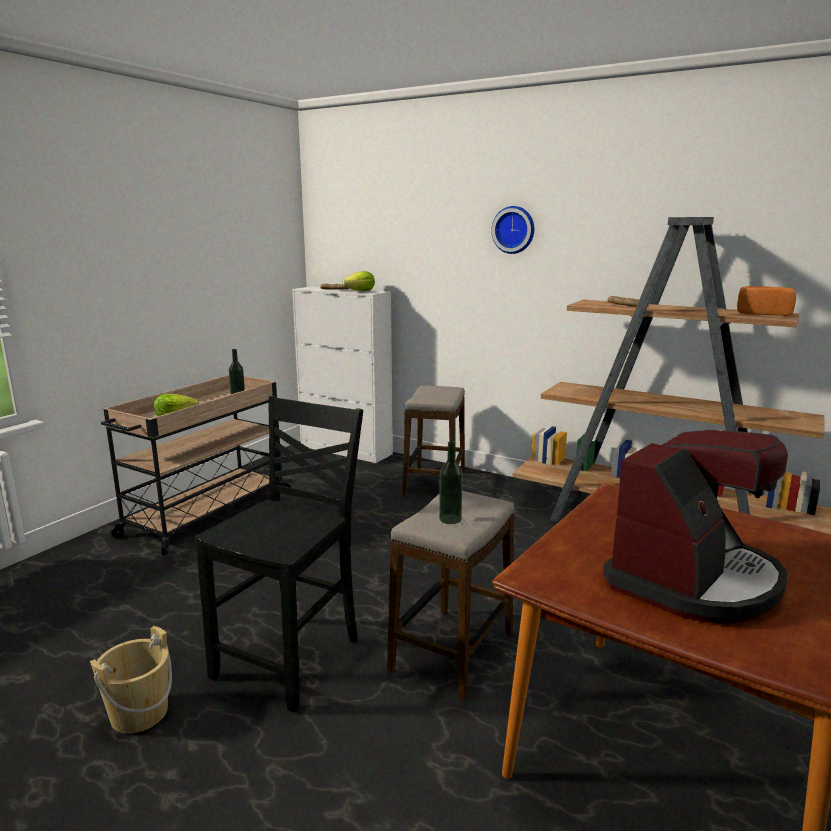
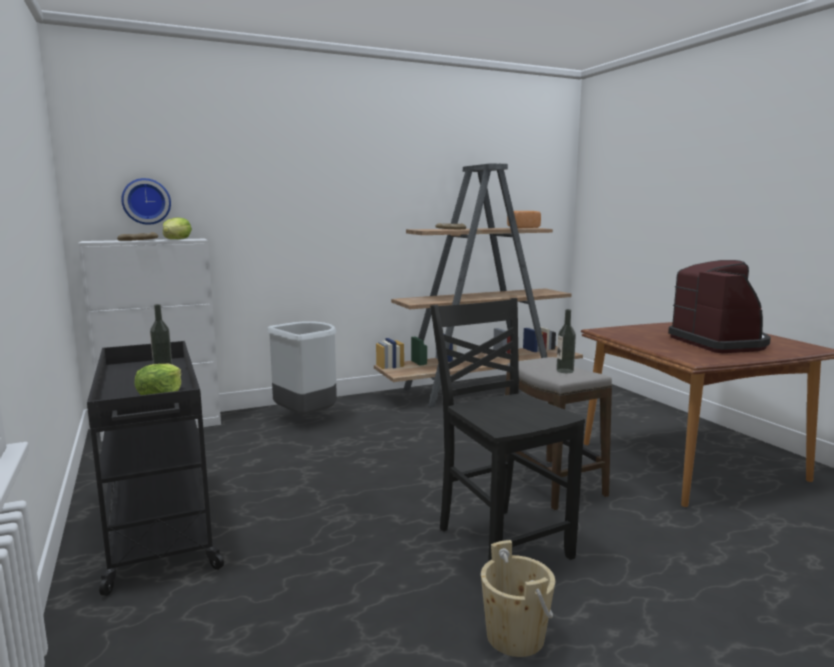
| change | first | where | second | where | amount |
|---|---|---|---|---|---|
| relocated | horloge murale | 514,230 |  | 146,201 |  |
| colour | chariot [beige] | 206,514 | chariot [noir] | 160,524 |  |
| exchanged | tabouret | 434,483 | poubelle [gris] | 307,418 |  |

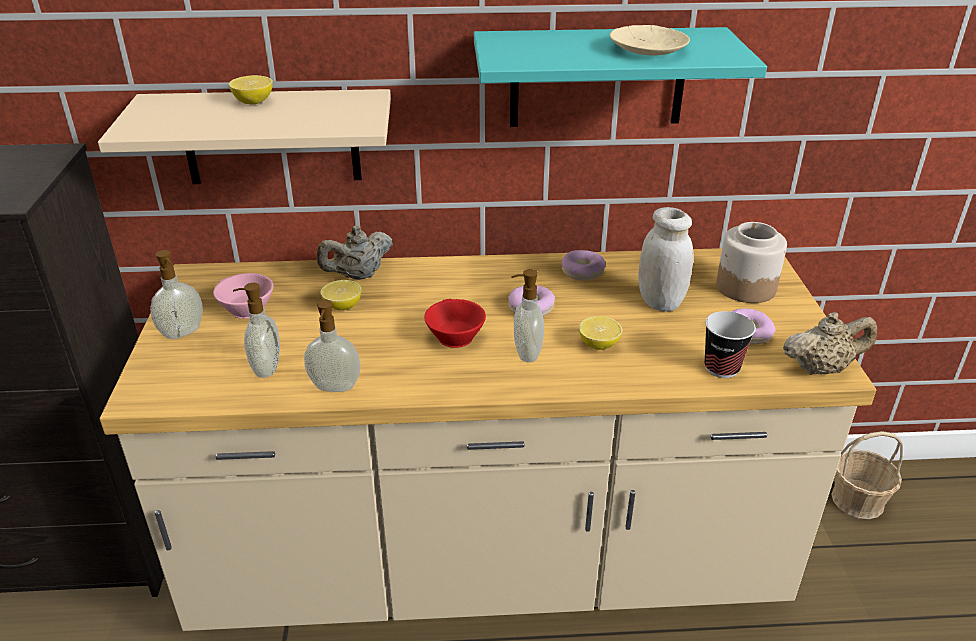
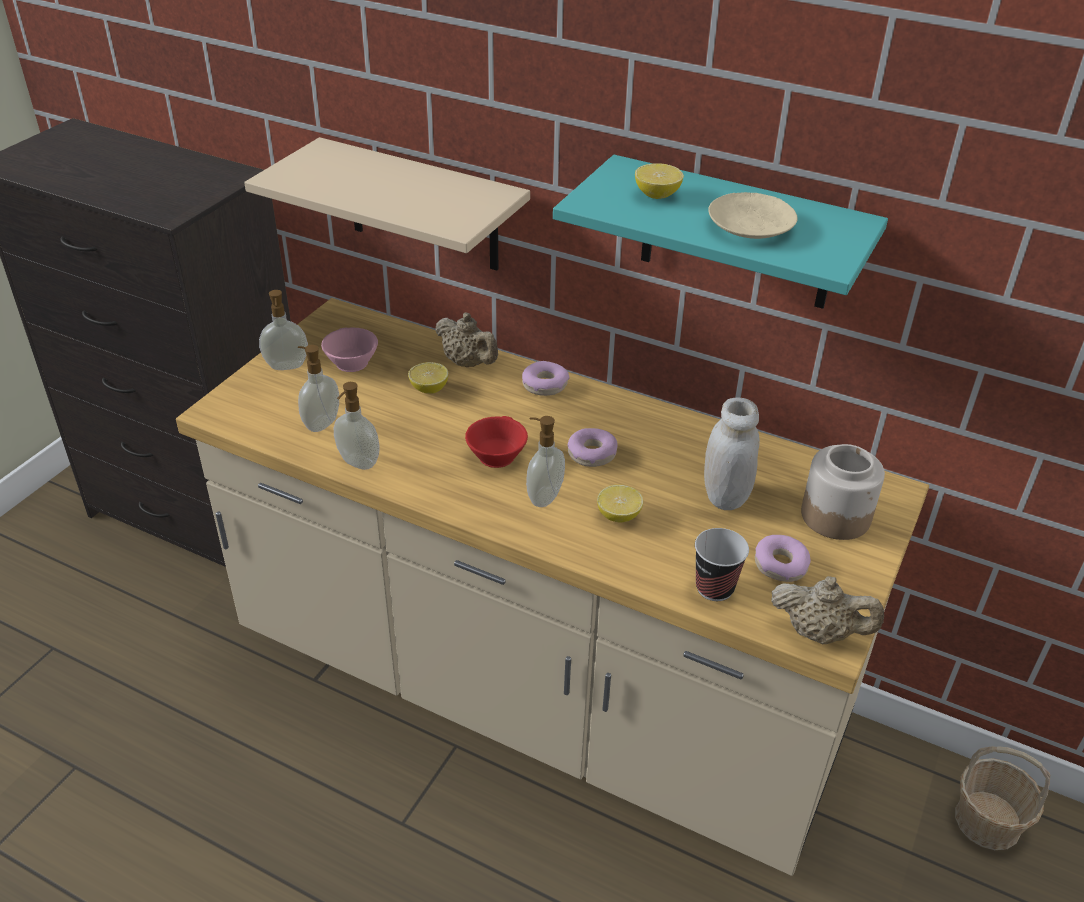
| change | first | where | second | where | amount |
|---|---|---|---|---|---|
| relocated | citron | 253,102 |  | 657,195 |  |
| spun | théière [beige] | 358,276 |  | 468,363 | 135 degrees counterclockwise |
| relocated | beignet | 583,271 |  | 545,385 |  |

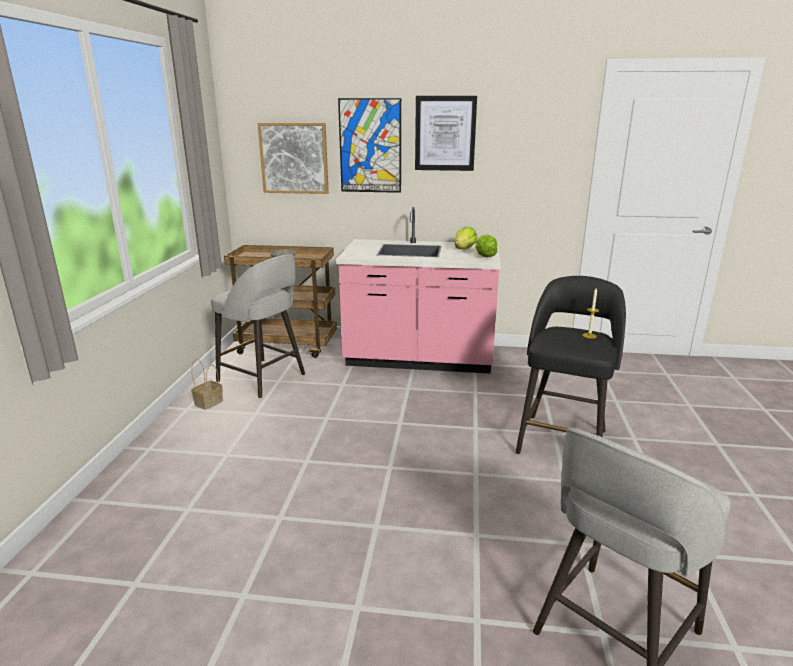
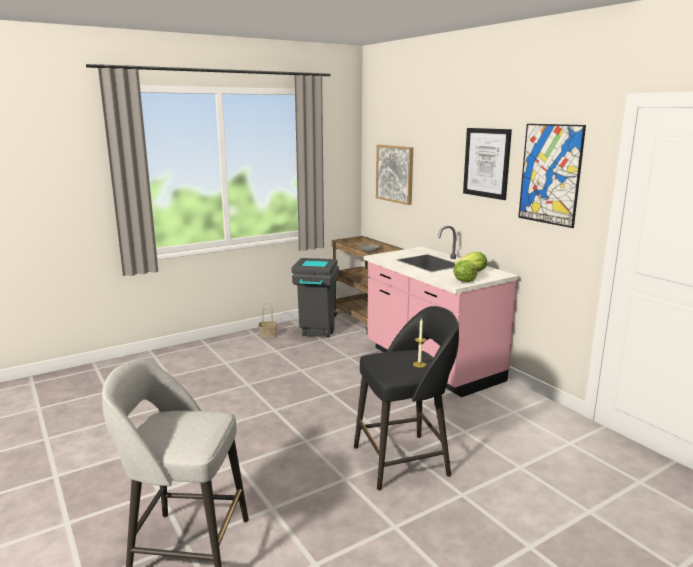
| change | first | where | second | where | amount |
|---|---|---|---|---|---|
| relocated | tableau | 370,146 |  | 550,174 |  |
| exchanged | tabouret [gris] | 263,378 | poubelle [gris] | 316,335 |  |

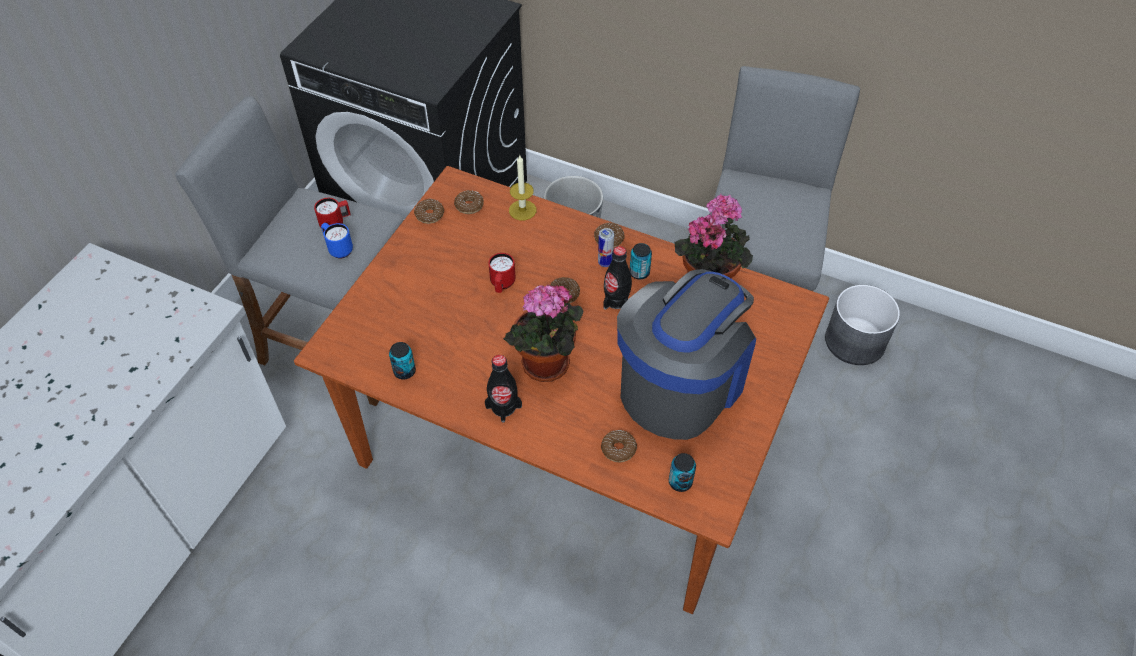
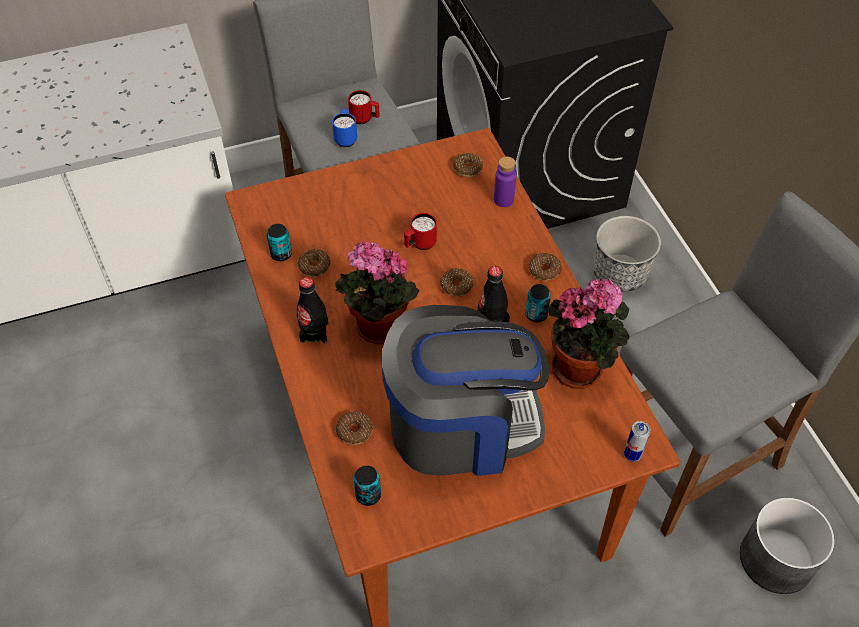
| change | first | where | second | where | amount |
|---|---|---|---|---|---|
| exchanged | bougie | 522,210 | bouteille [violet] | 503,200 |  |
| relocated | beignet | 429,215 |  | 314,266 |  |
| relocated | boîte métallique | 605,262 |  | 632,455 |  |

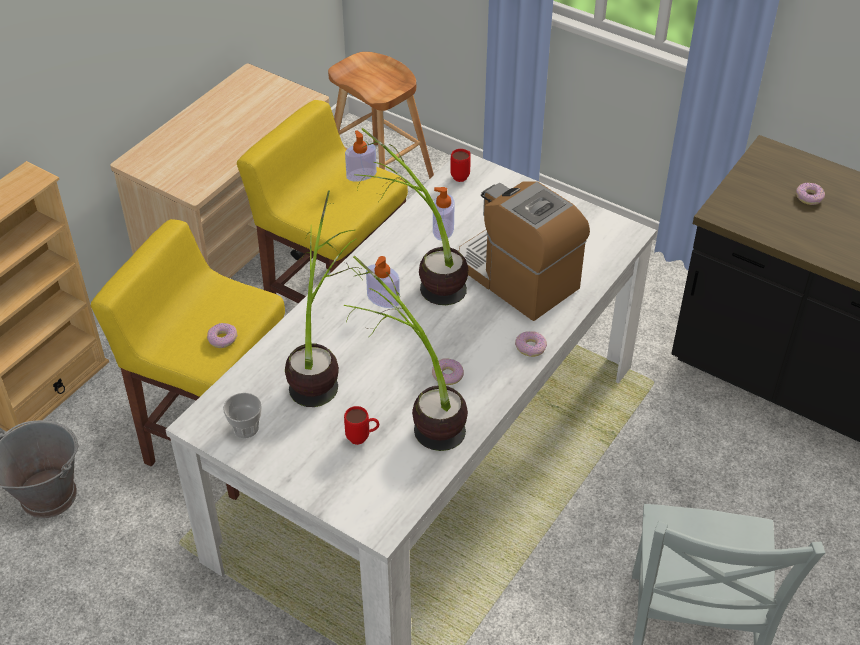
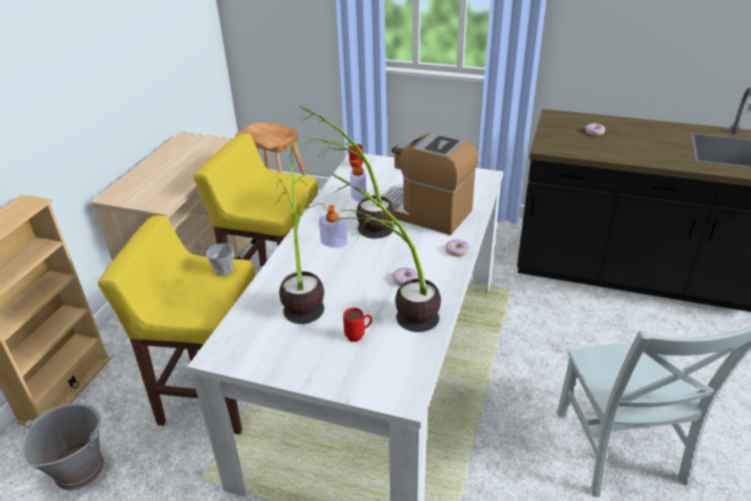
| change | first | where | second | where | amount |
|---|---|---|---|---|---|
| missing | distributeur de savon | 361,174 |  |  |  |
| missing | beignet | 222,339 |  |  |  |
| relocated | tasse | 245,428 |  | 223,270 |  |

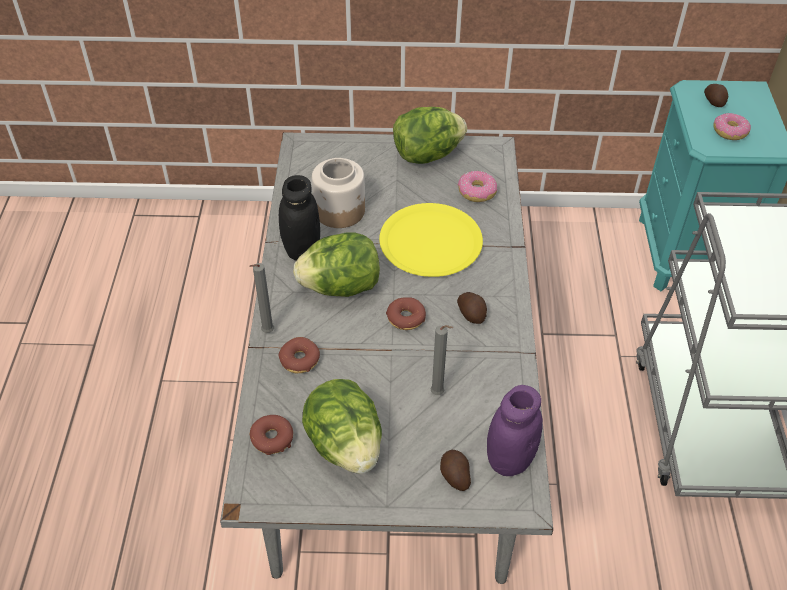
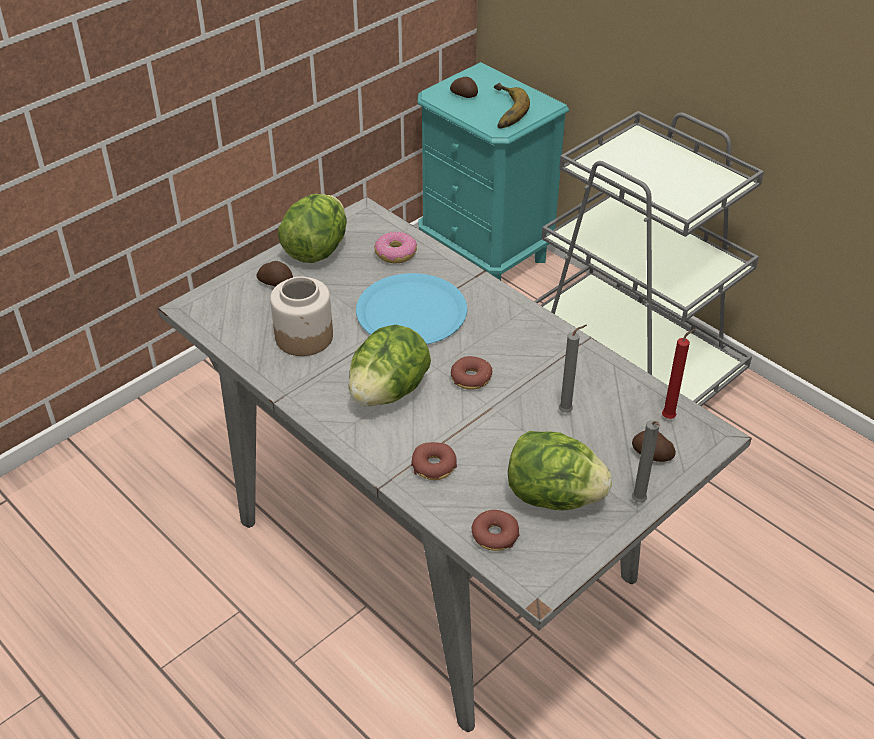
| change | first | where | second | where | amount |
|---|---|---|---|---|---|
| exchanged | beignet | 730,132 | banane | 502,110 |  |
| missing | bocal [noir] | 302,250 |  |  |  |
| colour | assiette [jaune] | 430,241 | assiette [bleu] | 411,312 |  |
| relocated | bougie [gris] | 266,332 |  | 639,503 |  |
| relocated | pomme de terre | 471,313 |  | 276,282 |  |
| exchanged | bocal [violet] | 509,460 | bougie [rouge] | 670,417 |  |

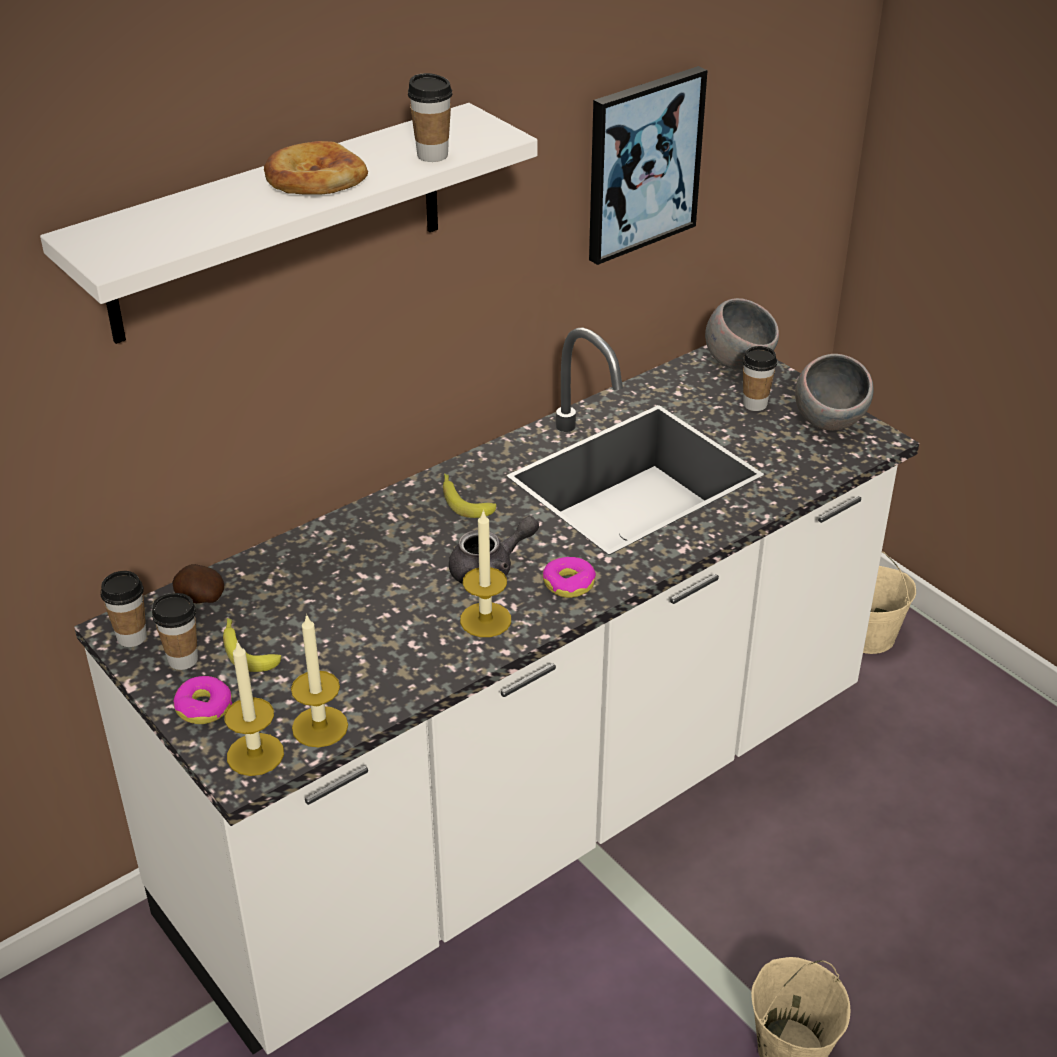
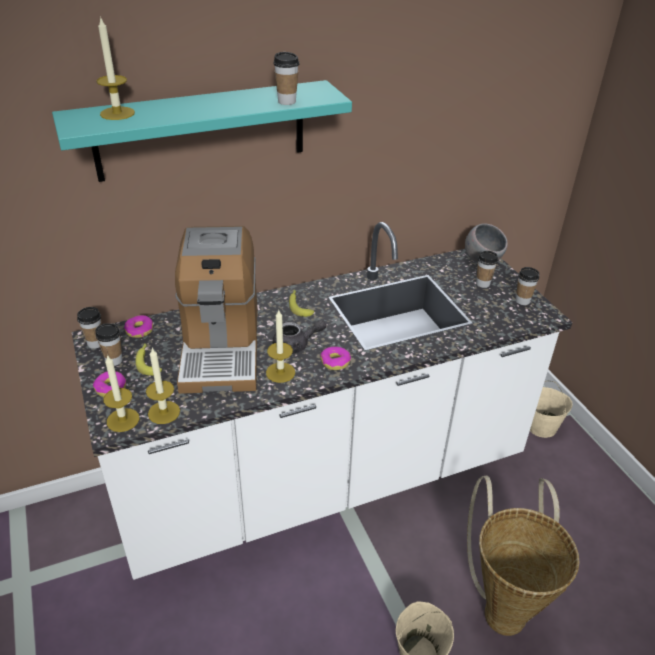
| change | first | where | second | where | amount |
|---|---|---|---|---|---|
| missing | tableau | 642,164 |  |  |  |
| colour | étagère [blanc] | 277,223 | étagère [turquoise] | 201,131 |  |
| missing | pain | 314,177 |  |  |  |
| exchanged | bol [gris] | 829,422 | tasse | 522,301 |  |
| exchanged | pomme de terre | 200,599 | beignet | 139,330 |  |
| appeared |  |  | bougie | 117,113 |  |
| appeared |  |  | machine à café | 221,347 |  |
| appeared |  |  | panier | 503,607 |  |

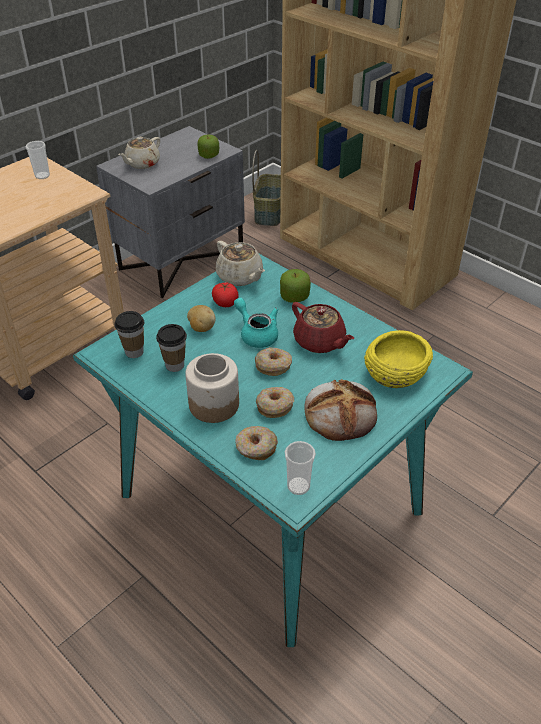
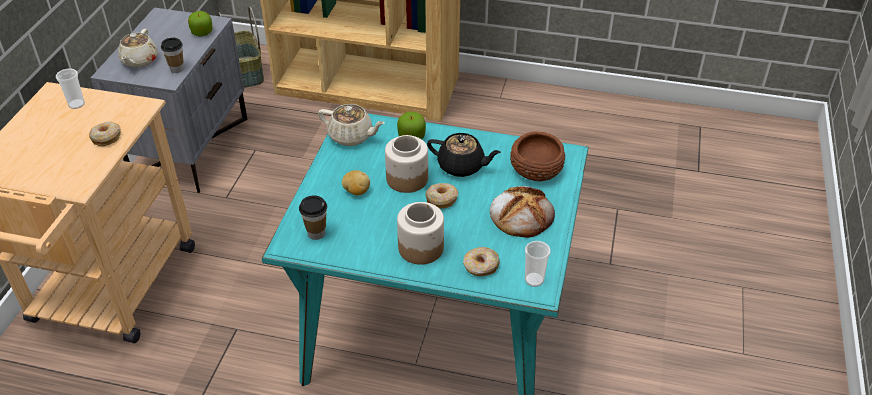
| change | first | where | second | where | amount |
|---|---|---|---|---|---|
| missing | tomate | 225,302 |  |  |  |
| exchanged | théière [turquoise] | 256,334 | bocal | 406,179 |  |
| colour | théière [rouge] | 320,342 | théière [noir] | 462,166 |  |
| relocated | tasse | 175,365 |  | 177,69 |  |
| colour | bol [jaune] | 395,371 | bol [marron] | 536,167 |  |
| relocated | beignet | 274,406 |  | 106,137 |  |

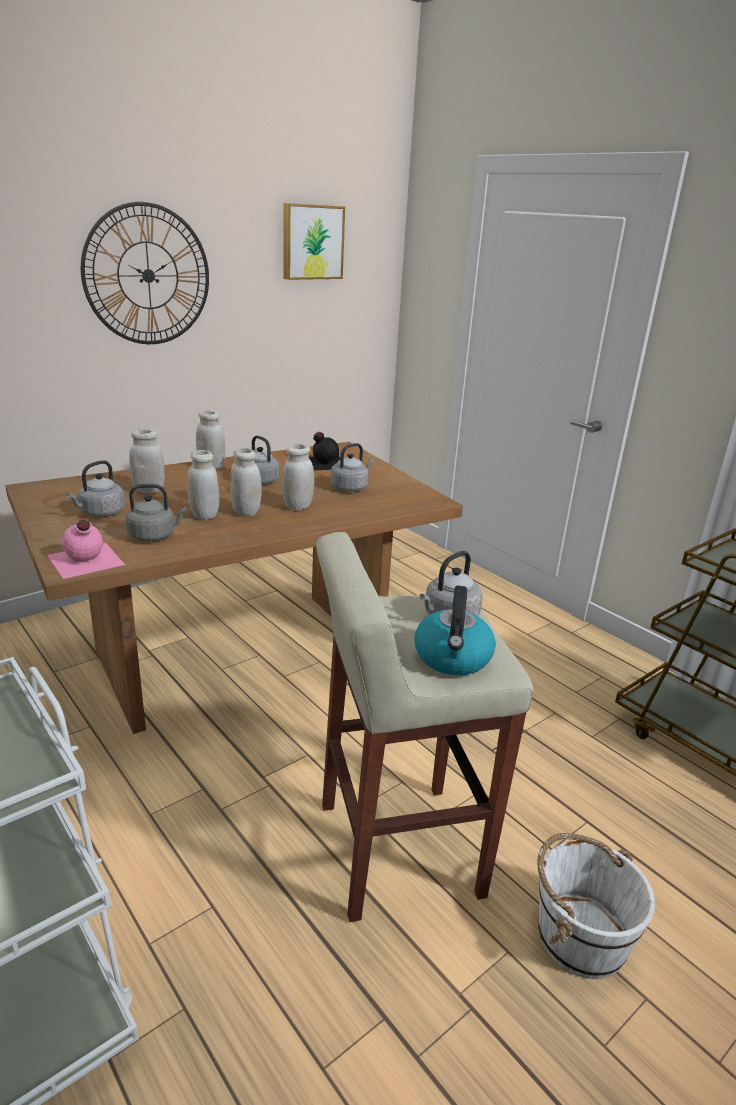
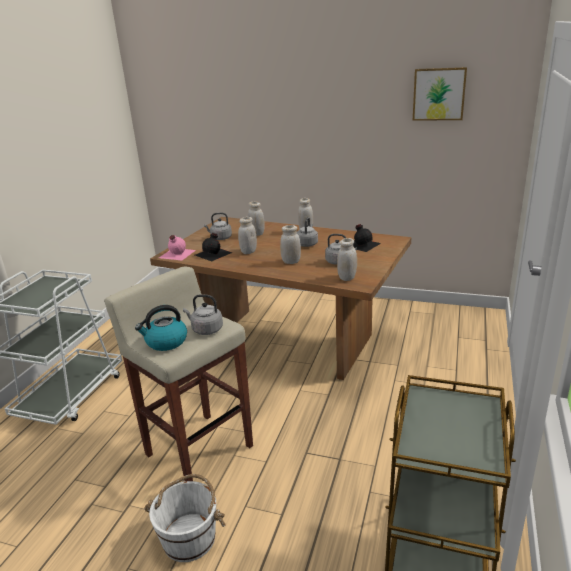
| change | first | where | second | where | amount |
|---|---|---|---|---|---|
| missing | horloge murale | 148,275 |  |  |  |
| relocated | bocal [blanc] | 246,512 |  | 347,278 |  |
| exchanged | bouilloire [gris] | 154,536 | bouteille [noir] | 214,253 |  |

